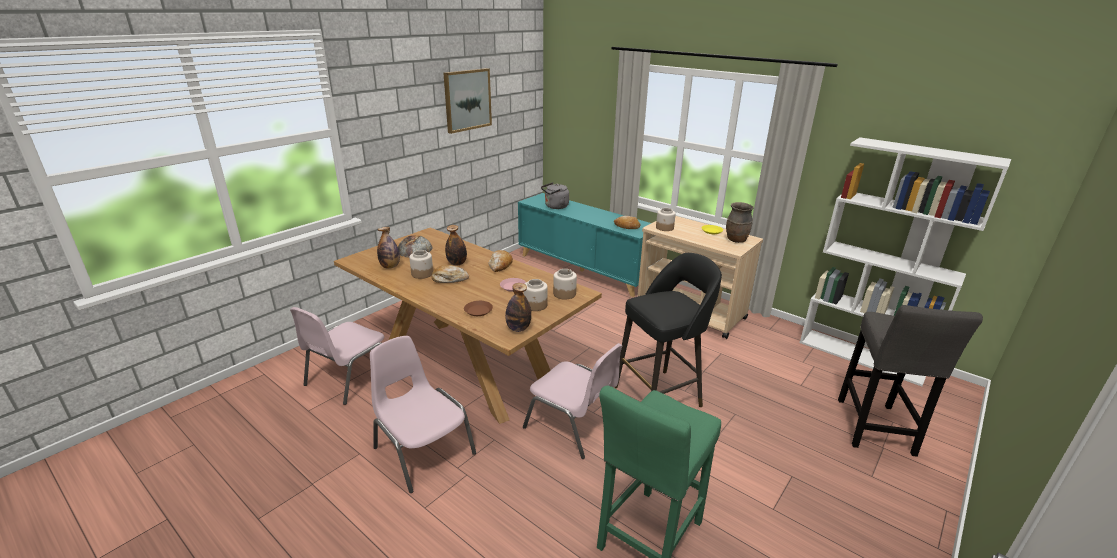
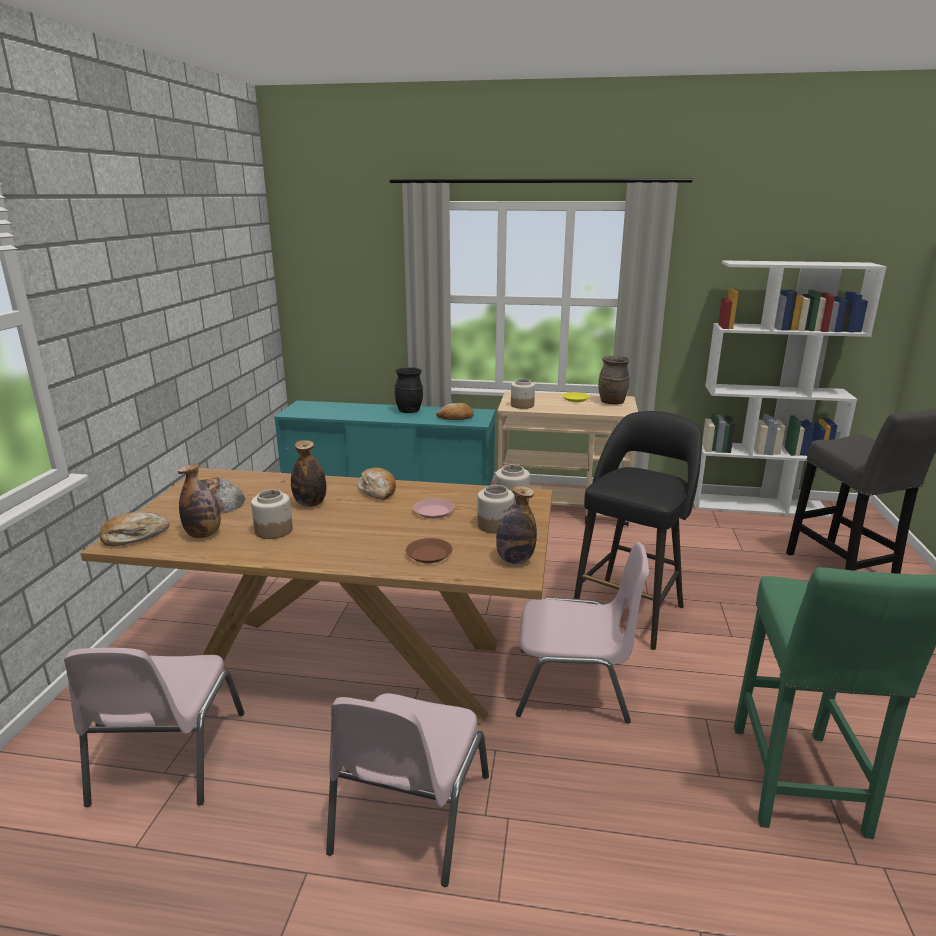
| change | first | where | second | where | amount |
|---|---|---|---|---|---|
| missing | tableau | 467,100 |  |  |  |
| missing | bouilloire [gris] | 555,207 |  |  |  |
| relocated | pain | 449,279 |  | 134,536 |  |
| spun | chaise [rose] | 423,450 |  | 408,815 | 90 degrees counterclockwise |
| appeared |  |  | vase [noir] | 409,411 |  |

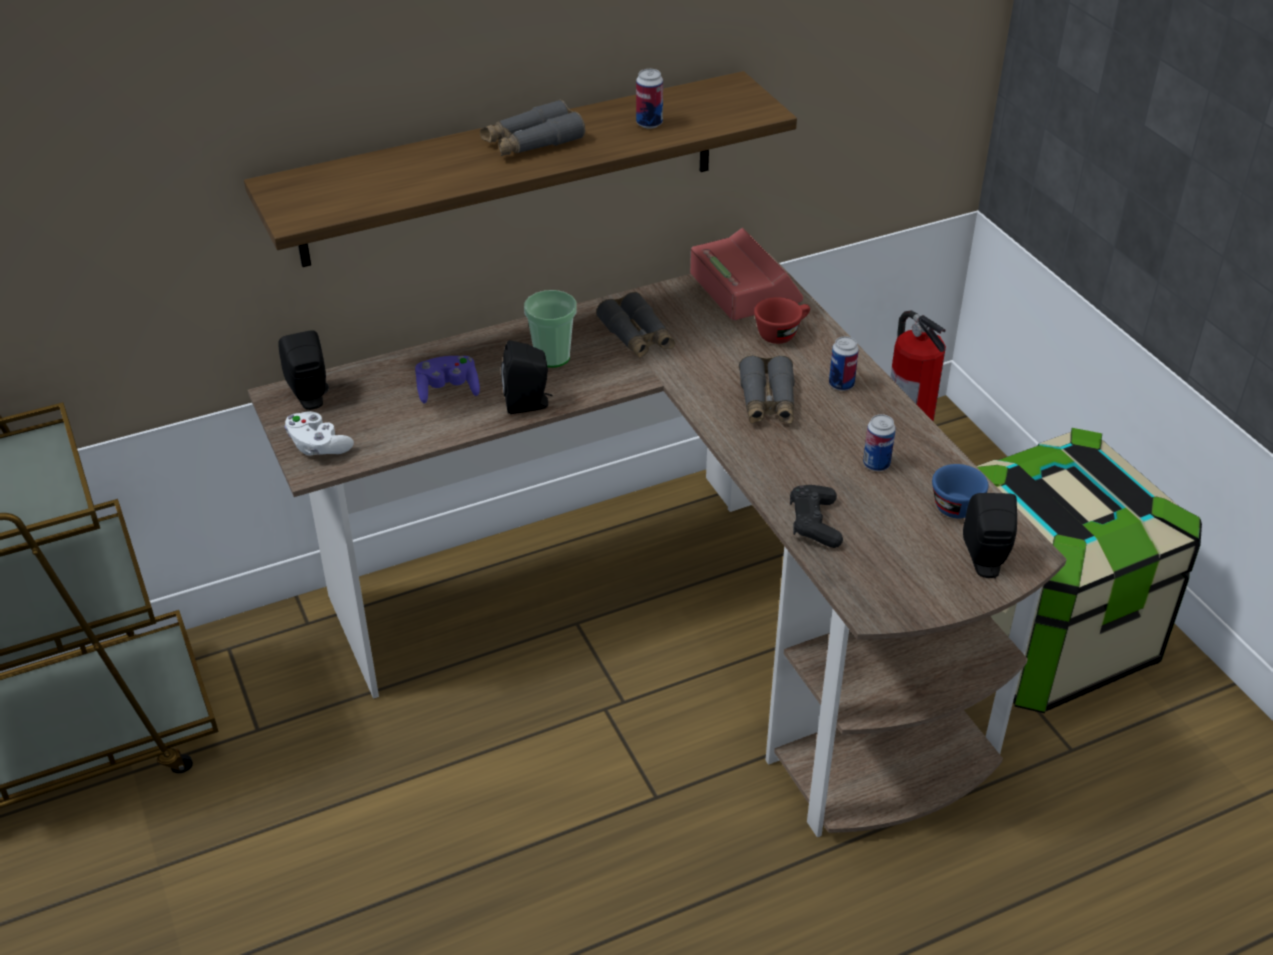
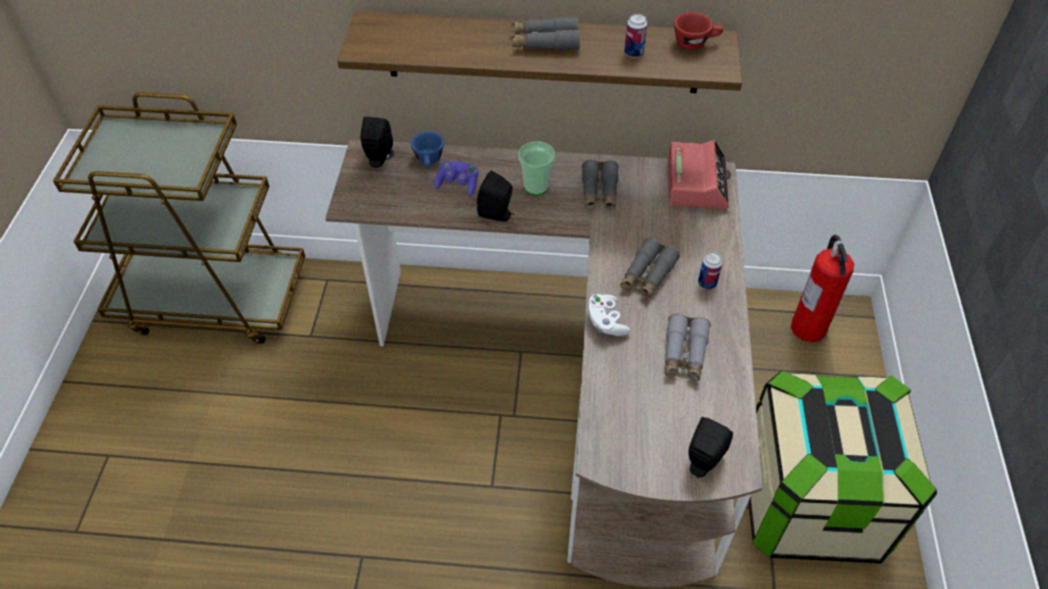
| change | first | where | second | where | amount |
|---|---|---|---|---|---|
| relocated | tasse [rouge] | 782,333 |  | 695,43 |  |
| relocated | manette [blanc] | 318,446 |  | 606,322 |  |
| exchanged | boîte métallique | 876,464 | jumelles [gris] | 684,354 |  |
| relocated | tasse [bleu] | 962,512 |  | 429,161 |  |
| missing | manette [noir] | 814,523 |  |  |  |

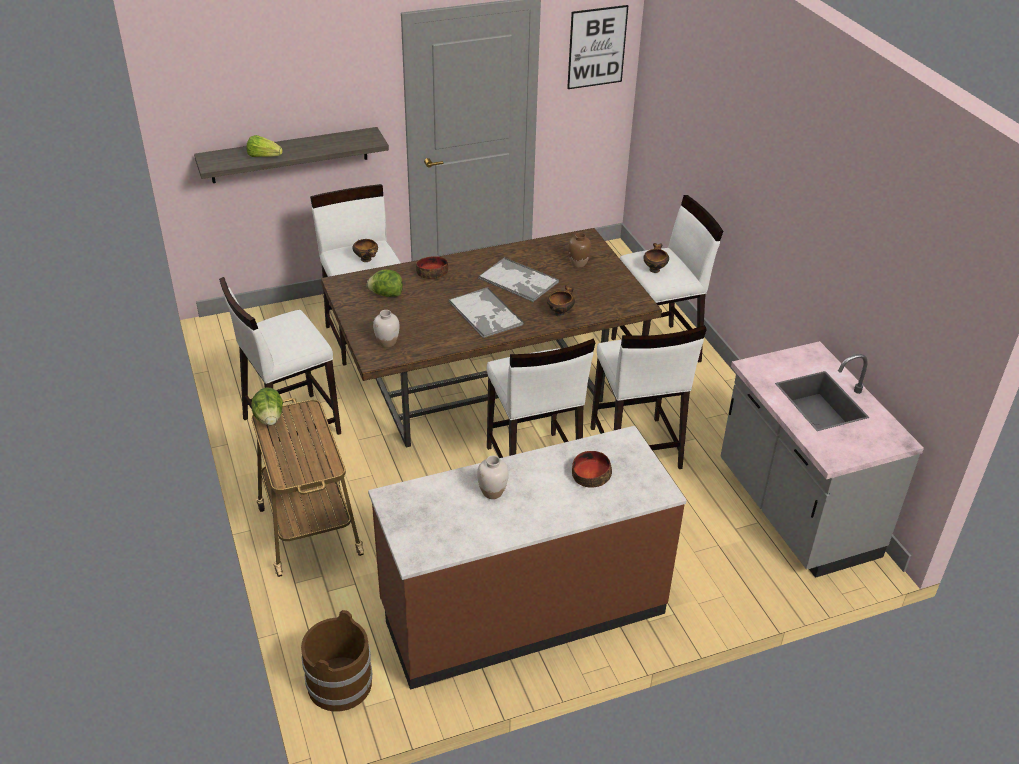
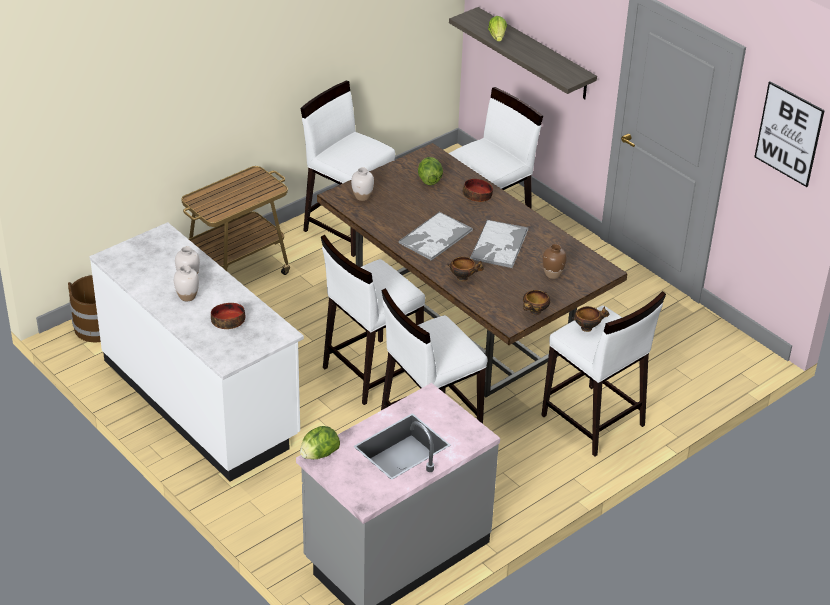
| change | first | where | second | where | amount |
|---|---|---|---|---|---|
| relocated | bol | 367,260 |  | 535,312 |  |
| relocated | laitue | 269,418 |  | 319,454 |  |
| colour | comptoir de cuisine [marron] | 522,609 | comptoir de cuisine [blanc] | 201,400 |  |
| appeared |  |  | vase [blanc] | 187,296 |  |

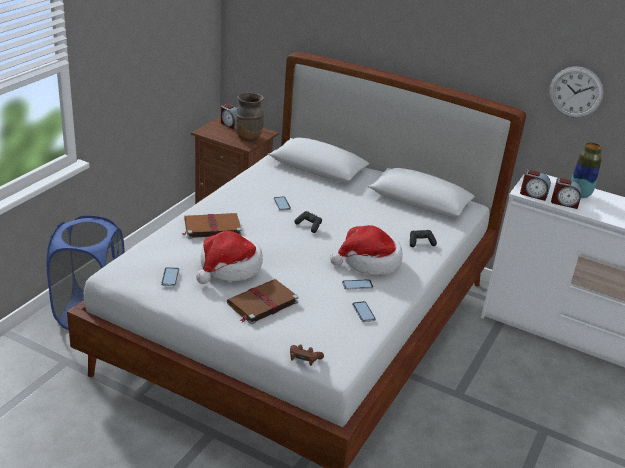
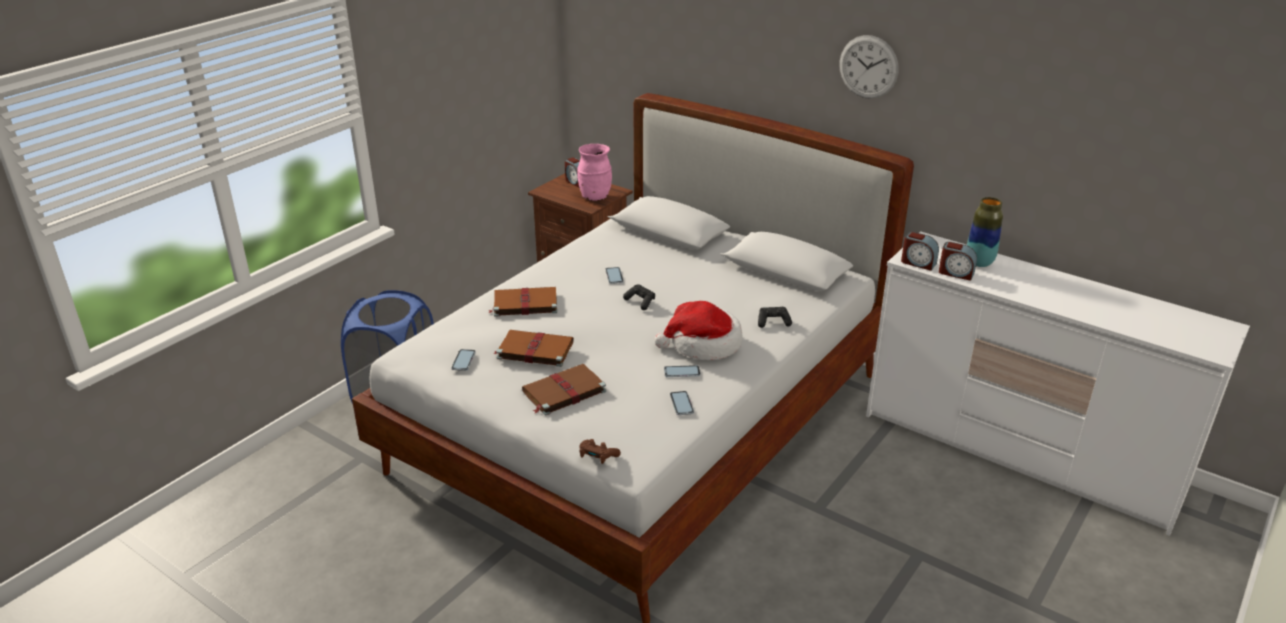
| change | first | where | second | where | amount |
|---|---|---|---|---|---|
| relocated | horloge murale | 576,92 |  | 868,67 |  |
| colour | vase [marron] | 248,137 | vase [rose] | 594,197 |  |
| exchanged | chapeau | 229,267 | livre [marron] | 534,350 |  |

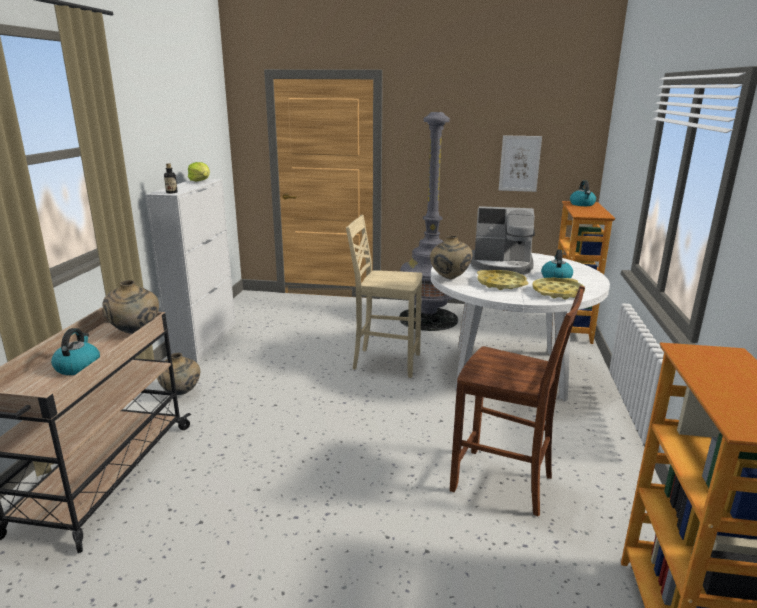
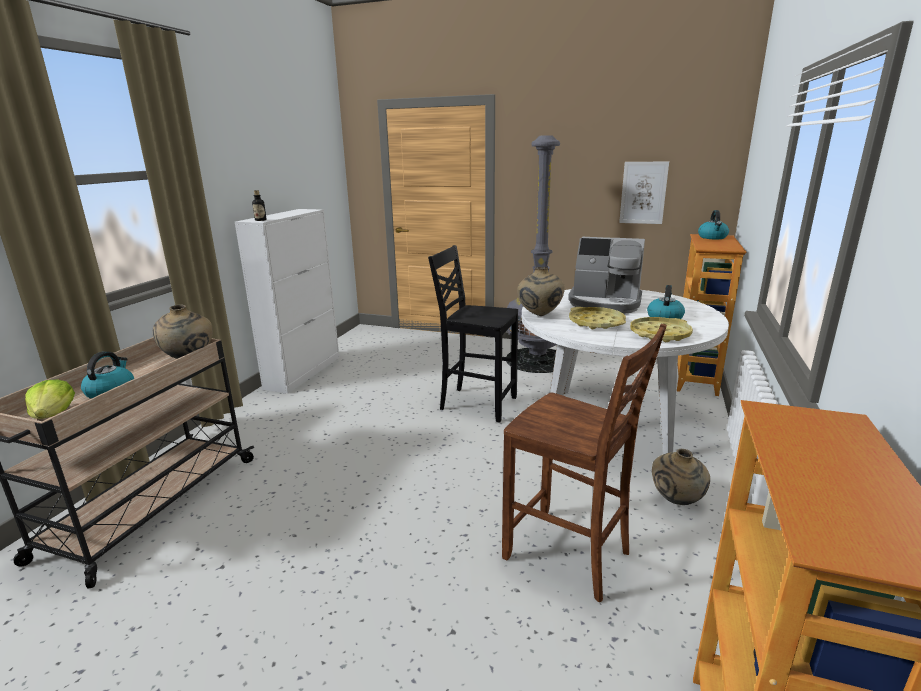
| change | first | where | second | where | amount |
|---|---|---|---|---|---|
| relocated | laitue | 200,181 |  | 54,415 |  |
| colour | chaise [beige] | 385,362 | chaise [noir] | 476,403 |  |
| relocated | vase [beige] | 181,393 |  | 676,501 |  |

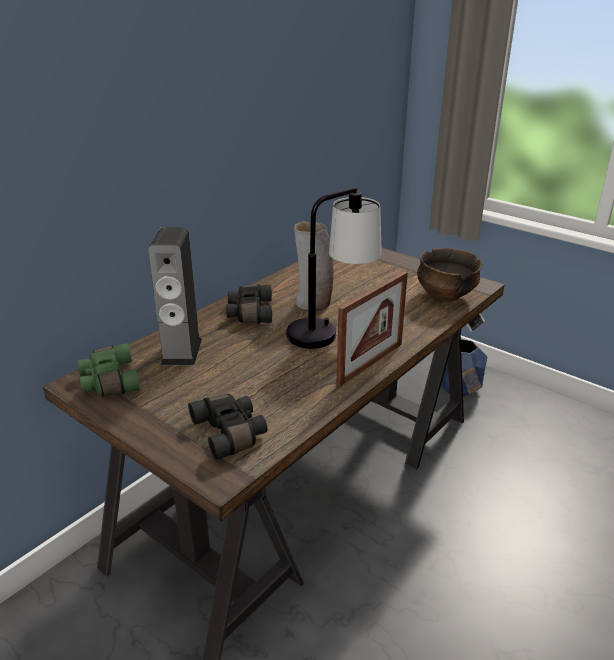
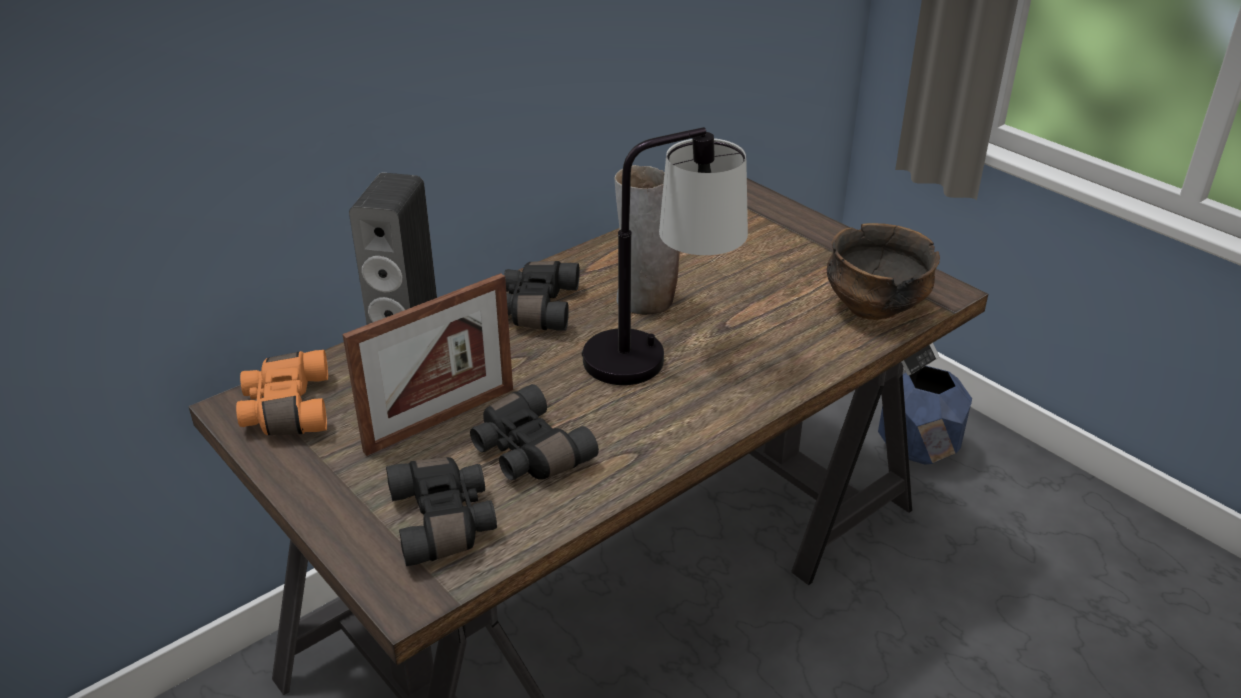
| change | first | where | second | where | amount |
|---|---|---|---|---|---|
| relocated | cadre photo | 370,363 |  | 440,419 |  |
| colour | jumelles [vert] | 108,381 | jumelles [orange] | 285,409 |  |
| appeared |  |  | jumelles [noir] | 527,452 |  |

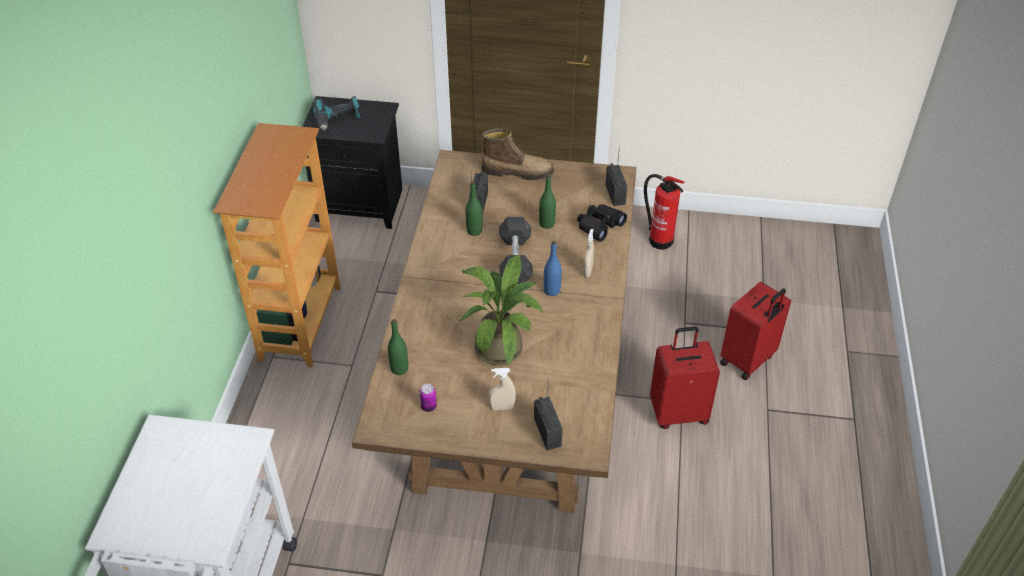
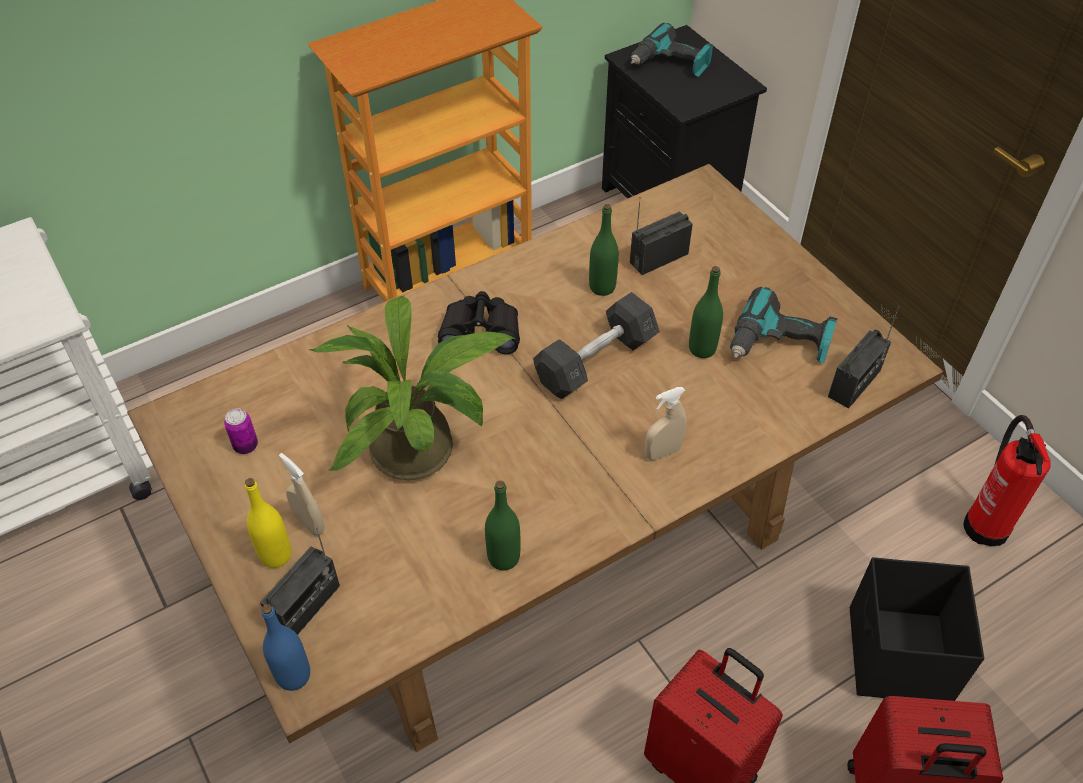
| change | first | where | second | where | amount |
|---|---|---|---|---|---|
| missing | botte | 517,172 |  |  |  |
| relocated | jumelles [noir] | 599,226 |  | 481,332 |  |
| relocated | bouteille [bleu] | 552,290 |  | 293,675 |  |
| relocated | bouteille [vert] | 399,369 |  | 503,557 |  |
| appeared |  |  | perceuse | 780,344 |  |
| appeared |  |  | bouteille [jaune] | 276,555 |  |
| appeared |  |  | boîte de rangement [noir] | 897,657 |  |

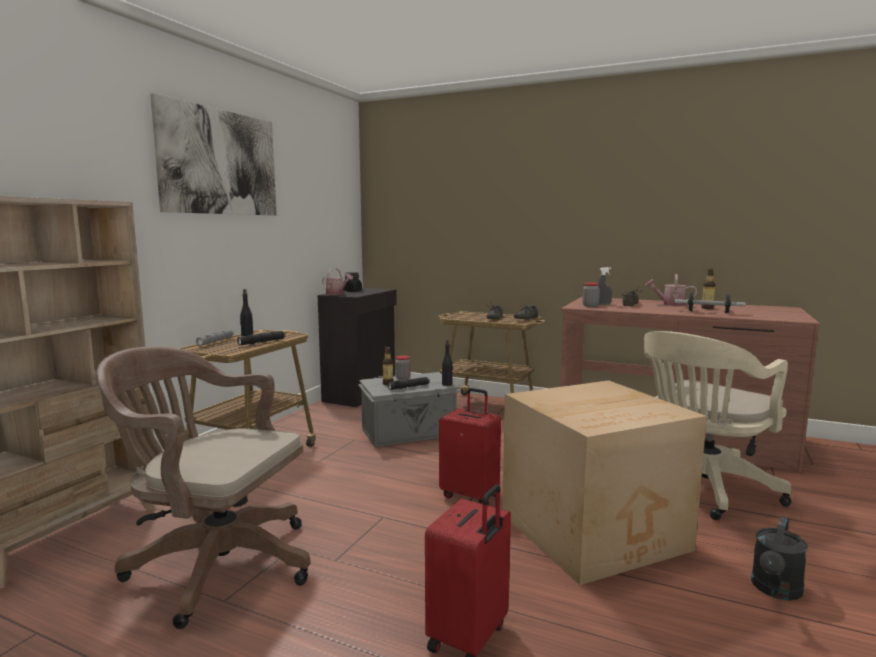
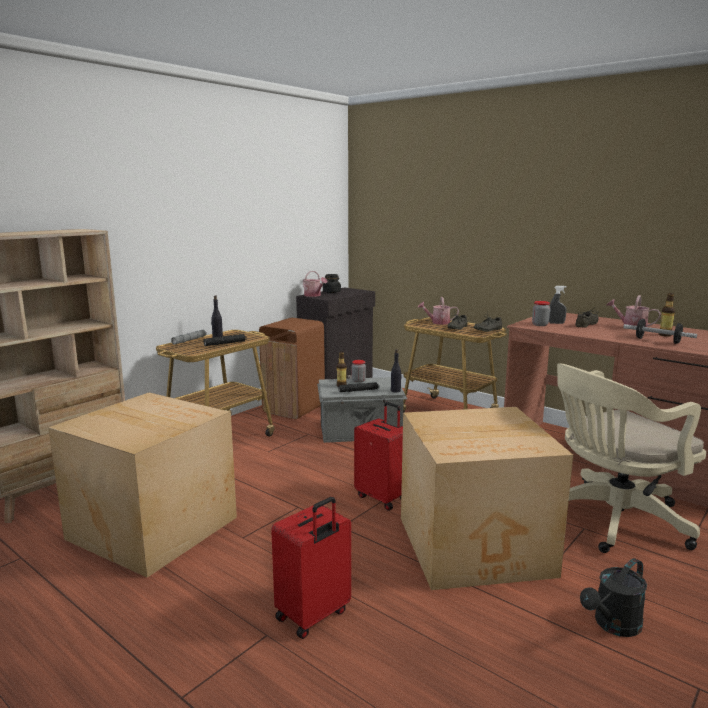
| change | first | where | second | where | amount |
|---|---|---|---|---|---|
| missing | tableau | 220,162 |  |  |  |
| exchanged | chaise de bureau [marron] | 214,564 | carton | 153,526 |  |
| appeared |  |  | arrosoir | 438,322 |  |
| appeared |  |  | poubelle [marron] | 294,408 |  |

